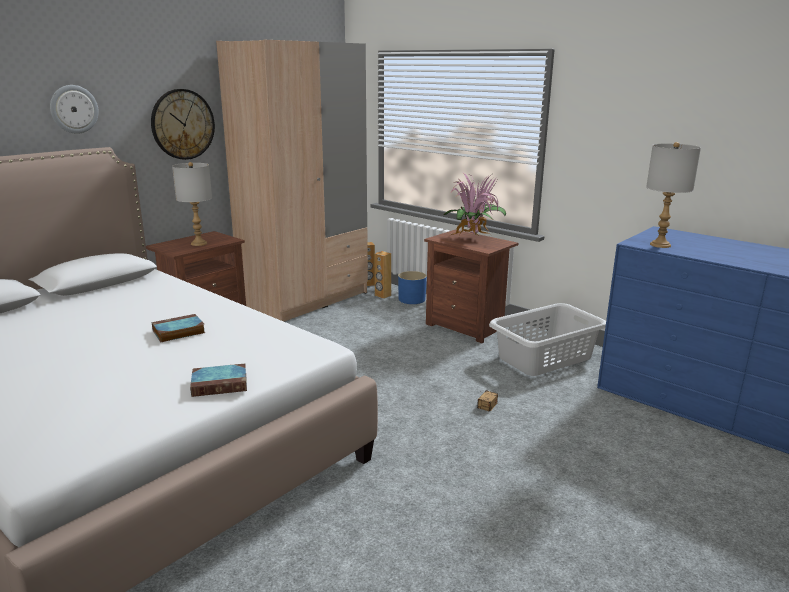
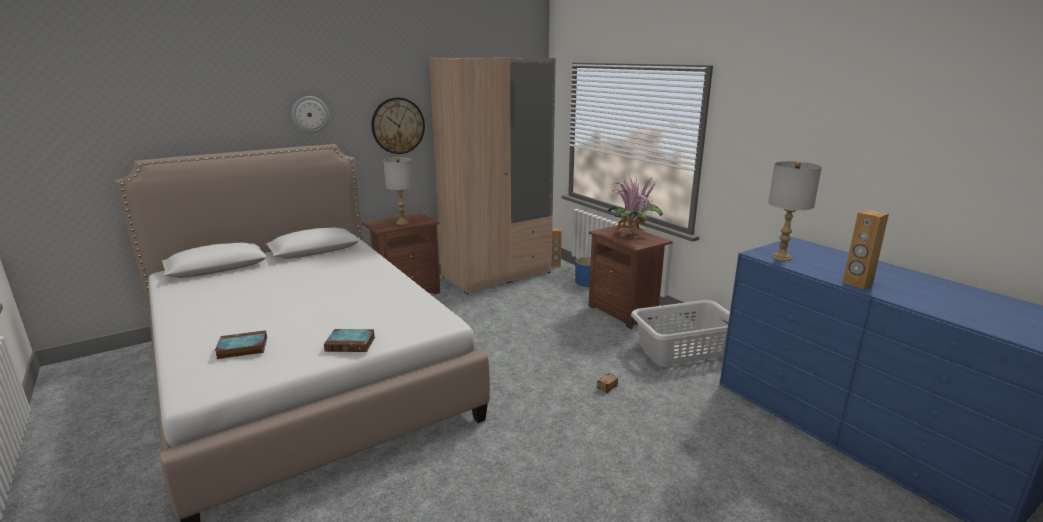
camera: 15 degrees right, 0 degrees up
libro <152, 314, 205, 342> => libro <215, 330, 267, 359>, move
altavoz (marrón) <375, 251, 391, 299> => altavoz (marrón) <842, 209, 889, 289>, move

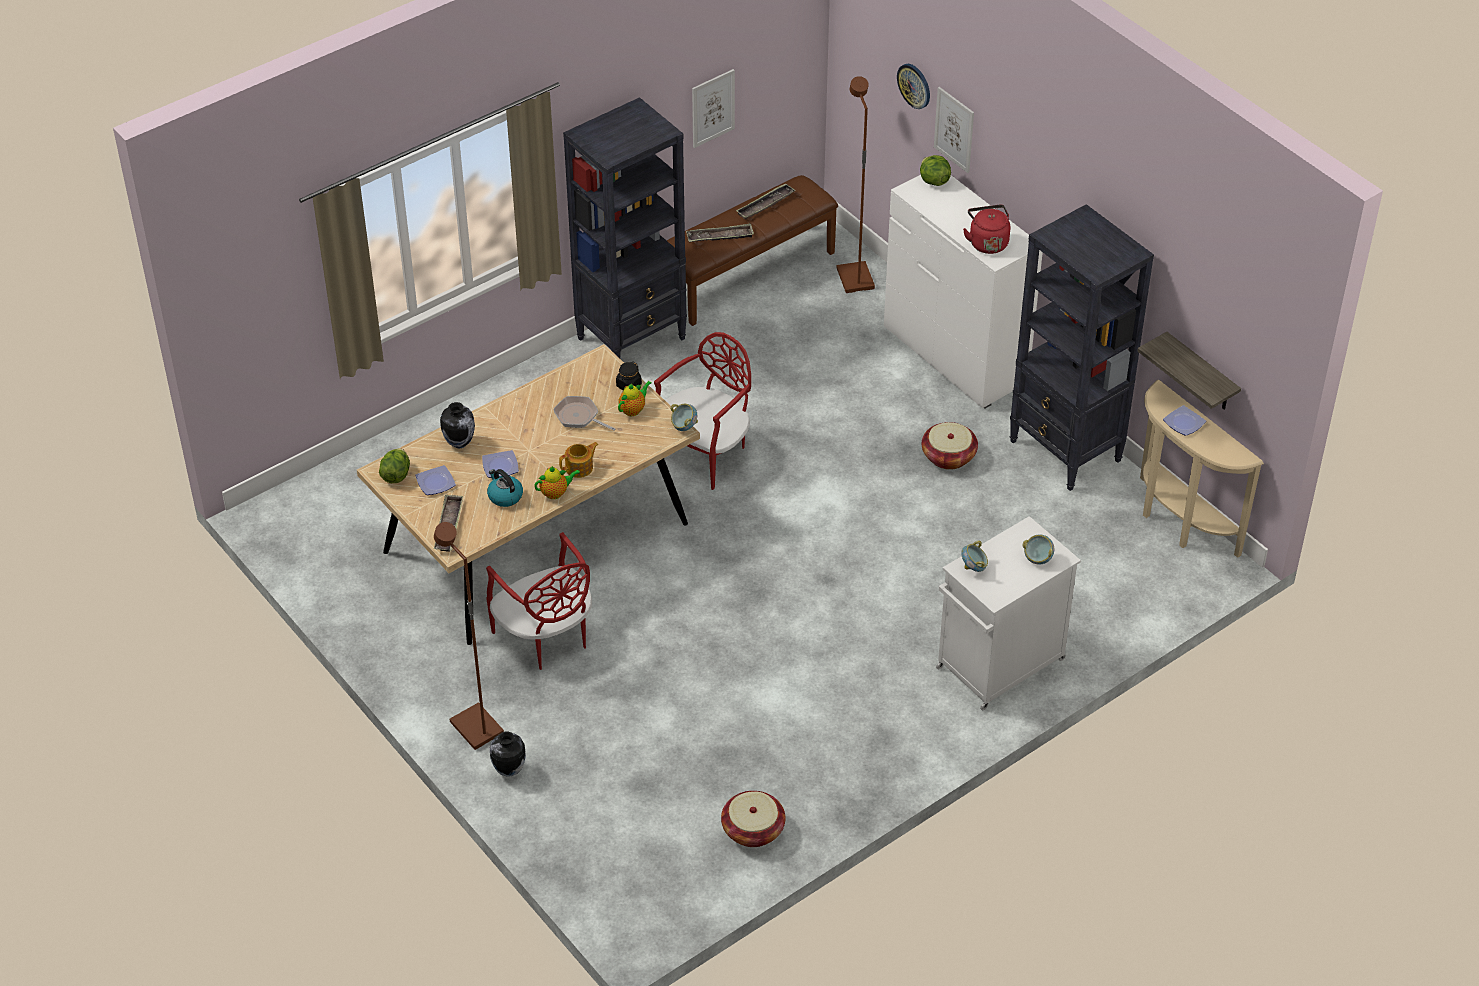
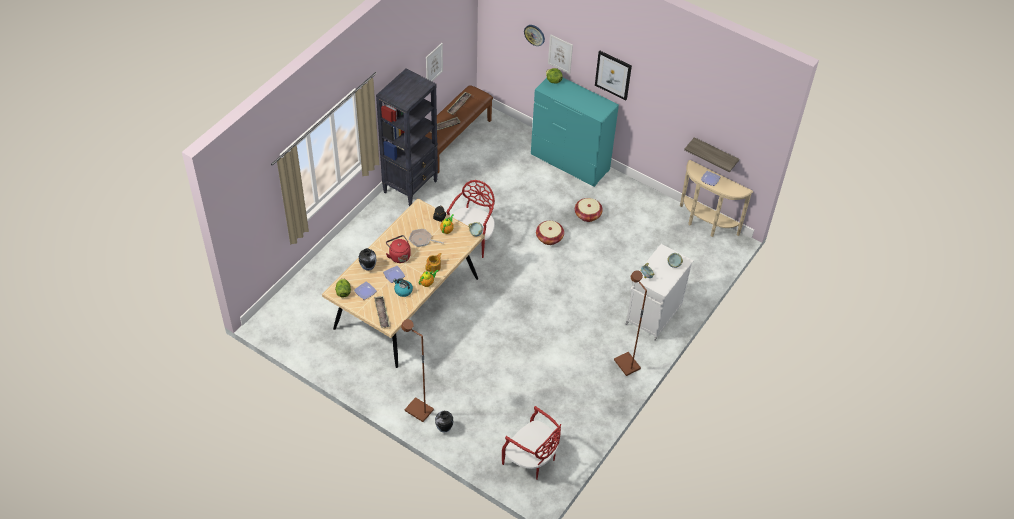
camera: 20 degrees left, 5 degrees up
silla (rojo) <486, 532, 592, 670> => silla (rojo) <502, 406, 562, 479>, move
cesta <721, 791, 786, 847> => cesta <536, 221, 564, 245>, move
lámpara de pie (marrón) <837, 76, 875, 293> => lámpara de pie (marrón) <614, 270, 647, 376>, move
cómoda (blanco) <884, 175, 1043, 409> => cómoda (turquesa) <531, 78, 619, 187>
hervidor (rojo) <963, 205, 1010, 254> => hervidor (rojo) <386, 235, 411, 263>, move
estantería (negro) <1010, 204, 1154, 491> => nothing
nothing => cuadro <595, 51, 632, 100>

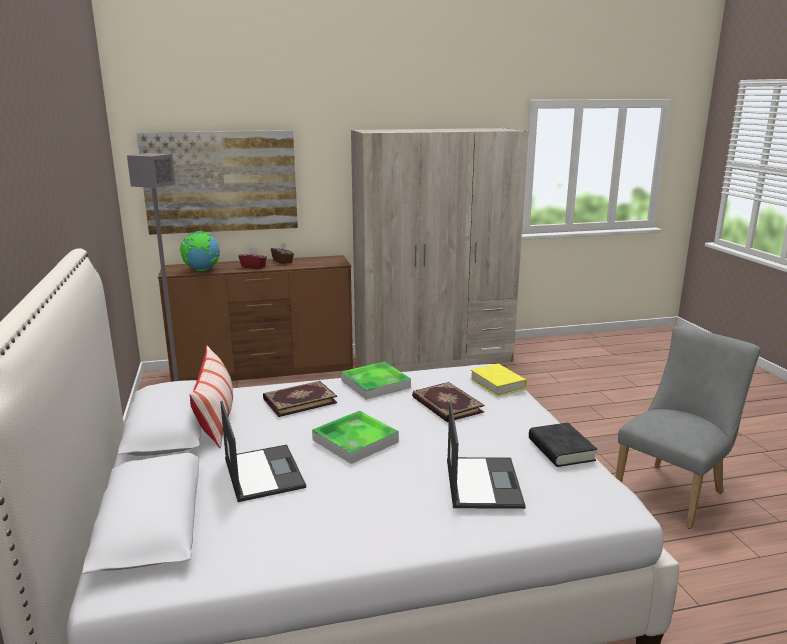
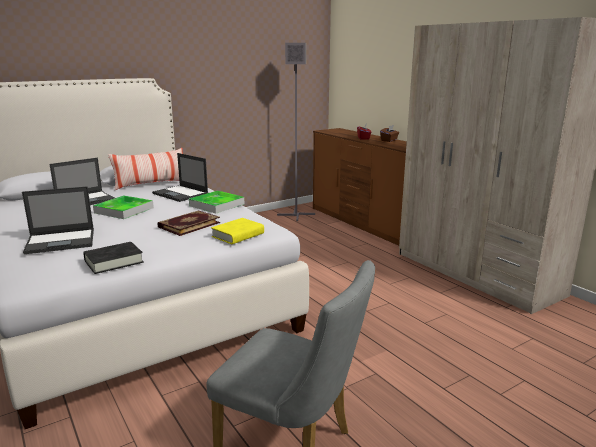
camera: 70 degrees right, 0 degrees up
cuadro <136, 130, 298, 235> => nothing
globo terráqueo <180, 231, 220, 271> => nothing
libro <263, 381, 337, 417> => portátil <152, 153, 208, 202>

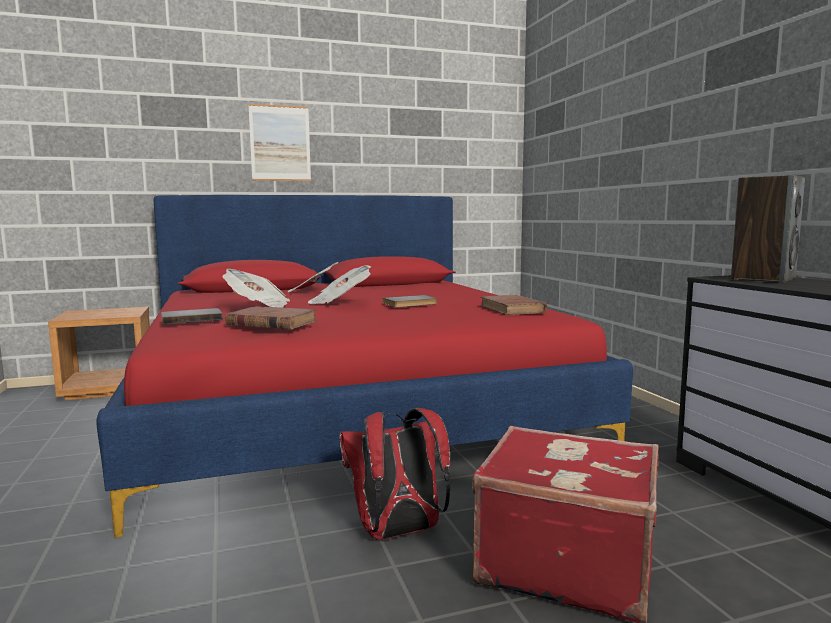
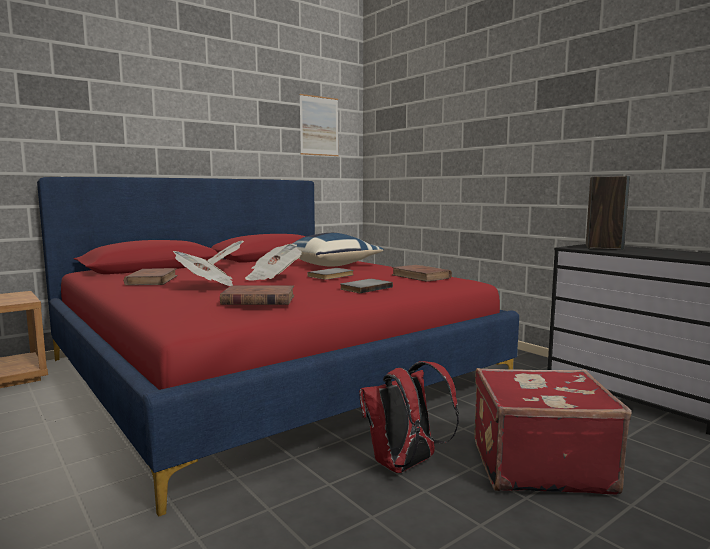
camera: 20 degrees left, 0 degrees up
libro (gris) <161, 308, 223, 324> => libro (gris) <340, 279, 393, 293>, move
cuadro <248, 104, 311, 181> => cuadro <299, 94, 338, 156>, move
nothing => libro (marrón) <124, 268, 178, 285>
nothing => cojín (azul) <292, 233, 383, 267>

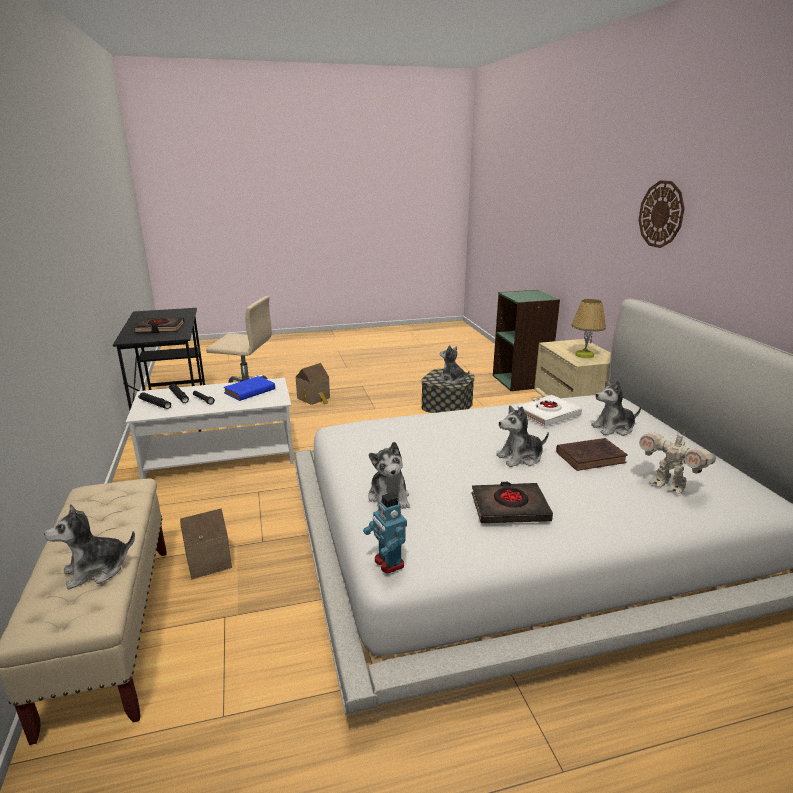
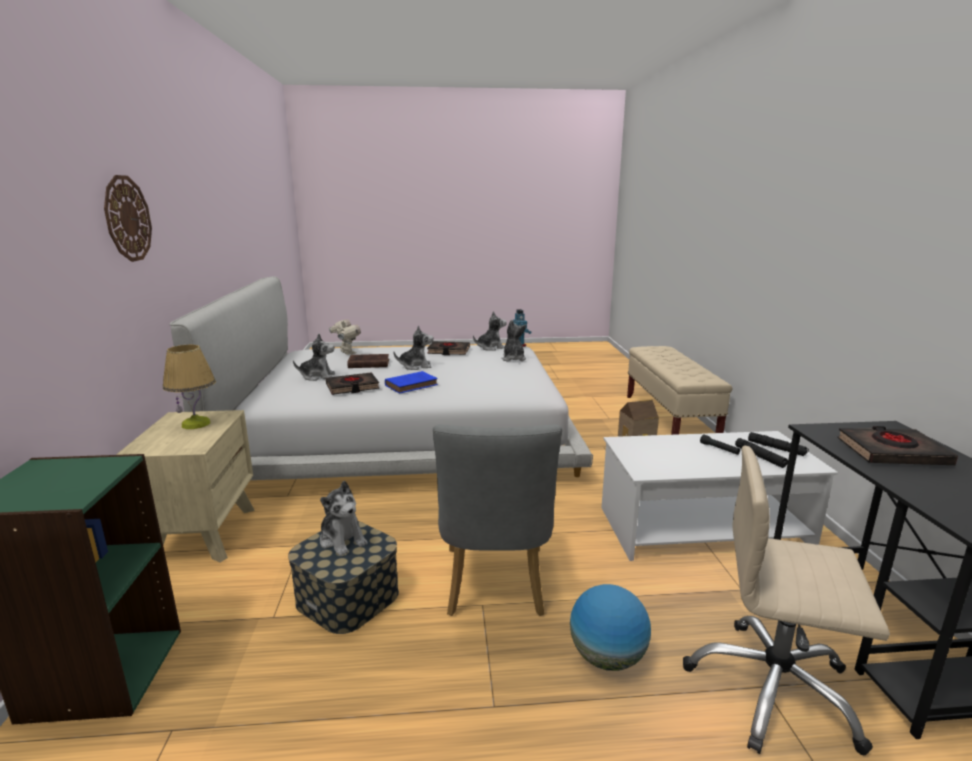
camera: 170 degrees left, 5 degrees down
peluche <44, 504, 135, 589> => peluche <473, 311, 507, 351>, move
libro (azul) <223, 376, 275, 401> => libro (azul) <385, 371, 438, 394>, move
casita <296, 363, 330, 405> => globo terráqueo <570, 584, 651, 671>
libro (blanco) <517, 395, 582, 427> => libro (negro) <326, 372, 380, 395>
nothing => silla (gris) <433, 425, 562, 616>

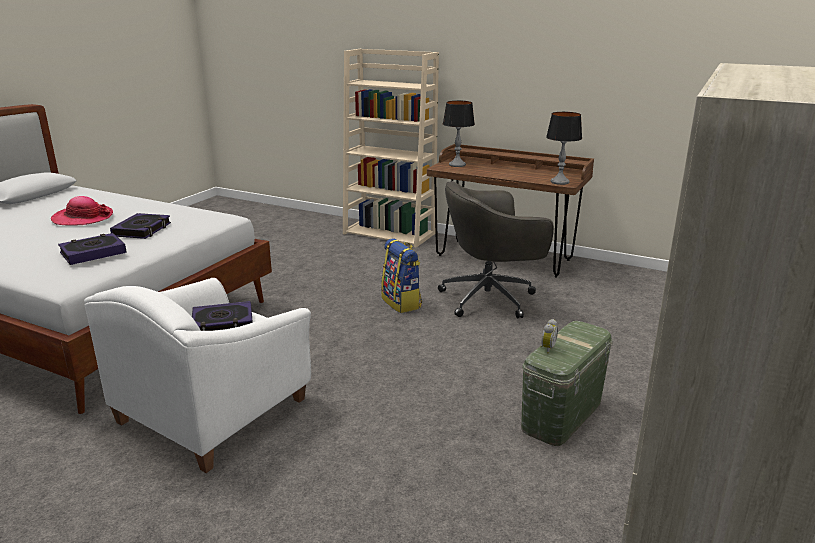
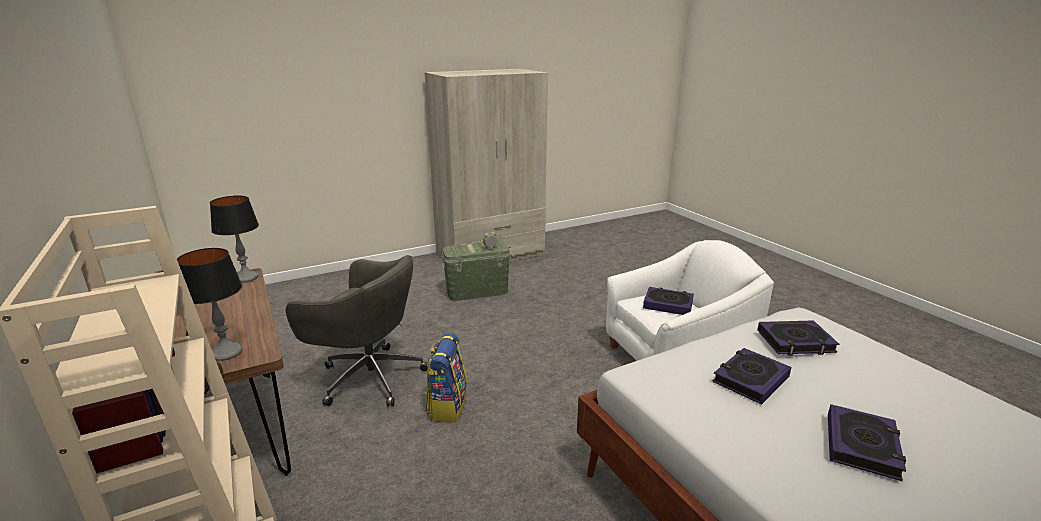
camera: 145 degrees left, 0 degrees up
sombrero <51, 196, 113, 226> => libro <828, 404, 906, 481>

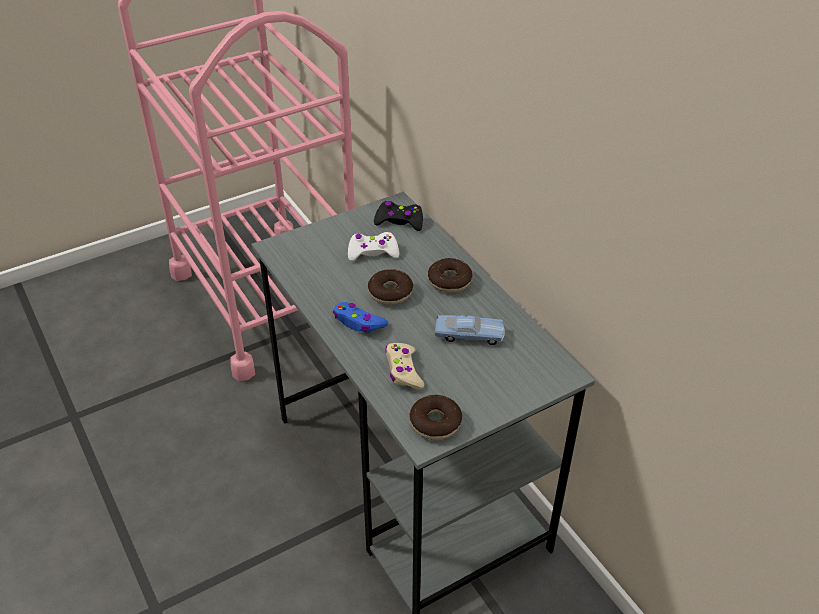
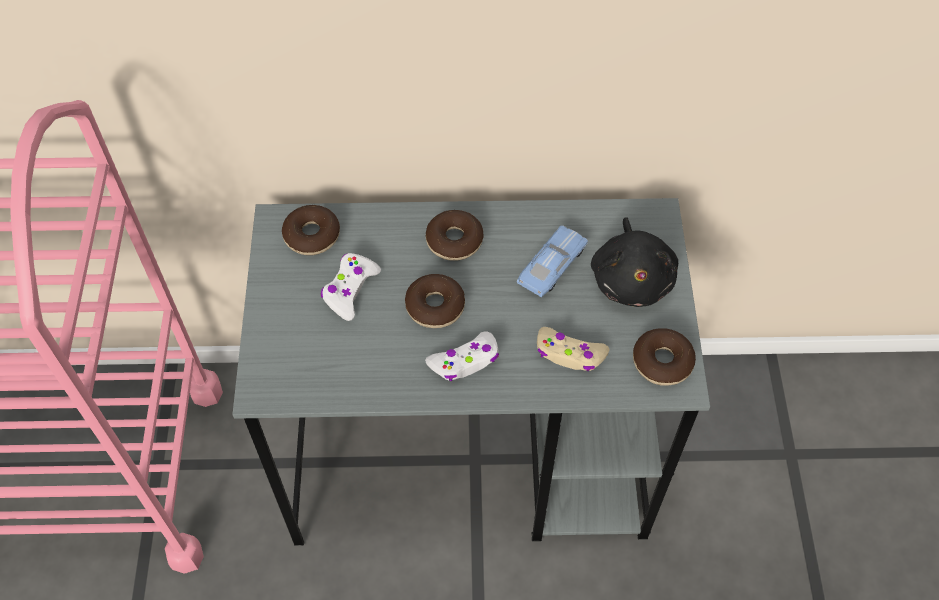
camera: 60 degrees left, 15 degrees up
mando de consola (azul) <333, 302, 388, 333> => mando de consola (blanco) <425, 331, 499, 381>
mando de consola (negro) <374, 201, 423, 231> => rosquilla <282, 205, 340, 255>
nothing => peluche (negro) <591, 217, 678, 307>

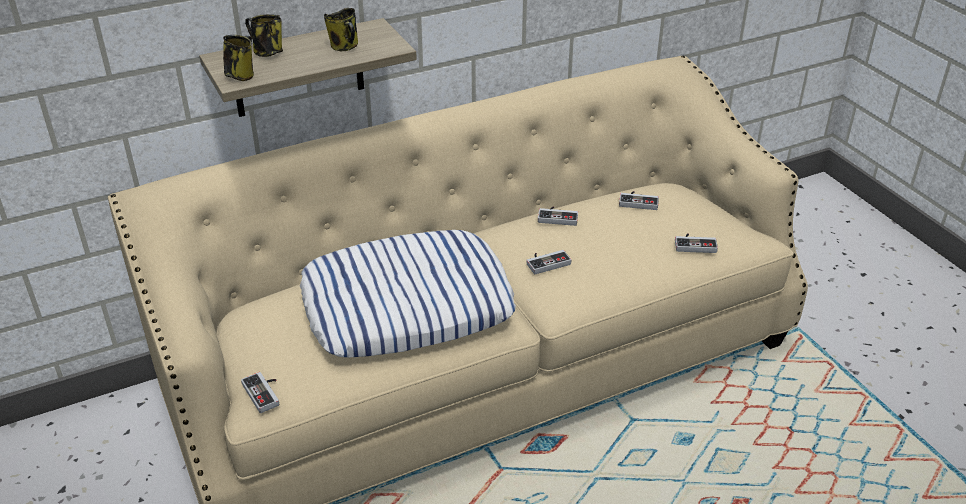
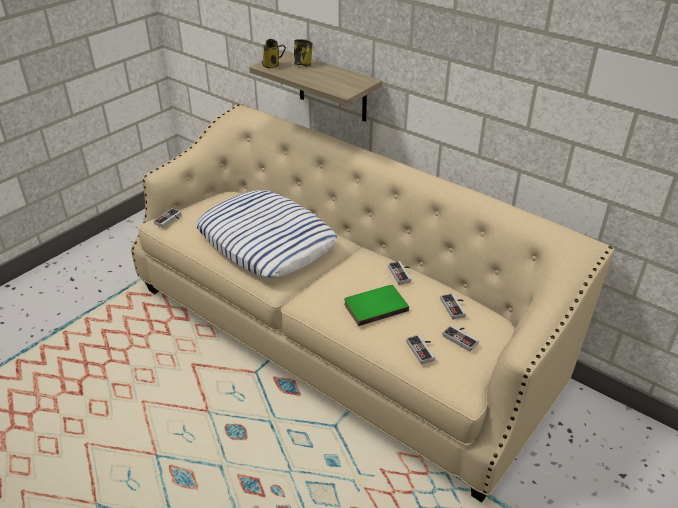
camera: 65 degrees right, 0 degrees up
taza grande <324, 8, 358, 51> => nothing
mando de consola <526, 250, 571, 275> => mando de consola <442, 325, 479, 352>, move
nothing => libro (verde) <344, 285, 409, 326>

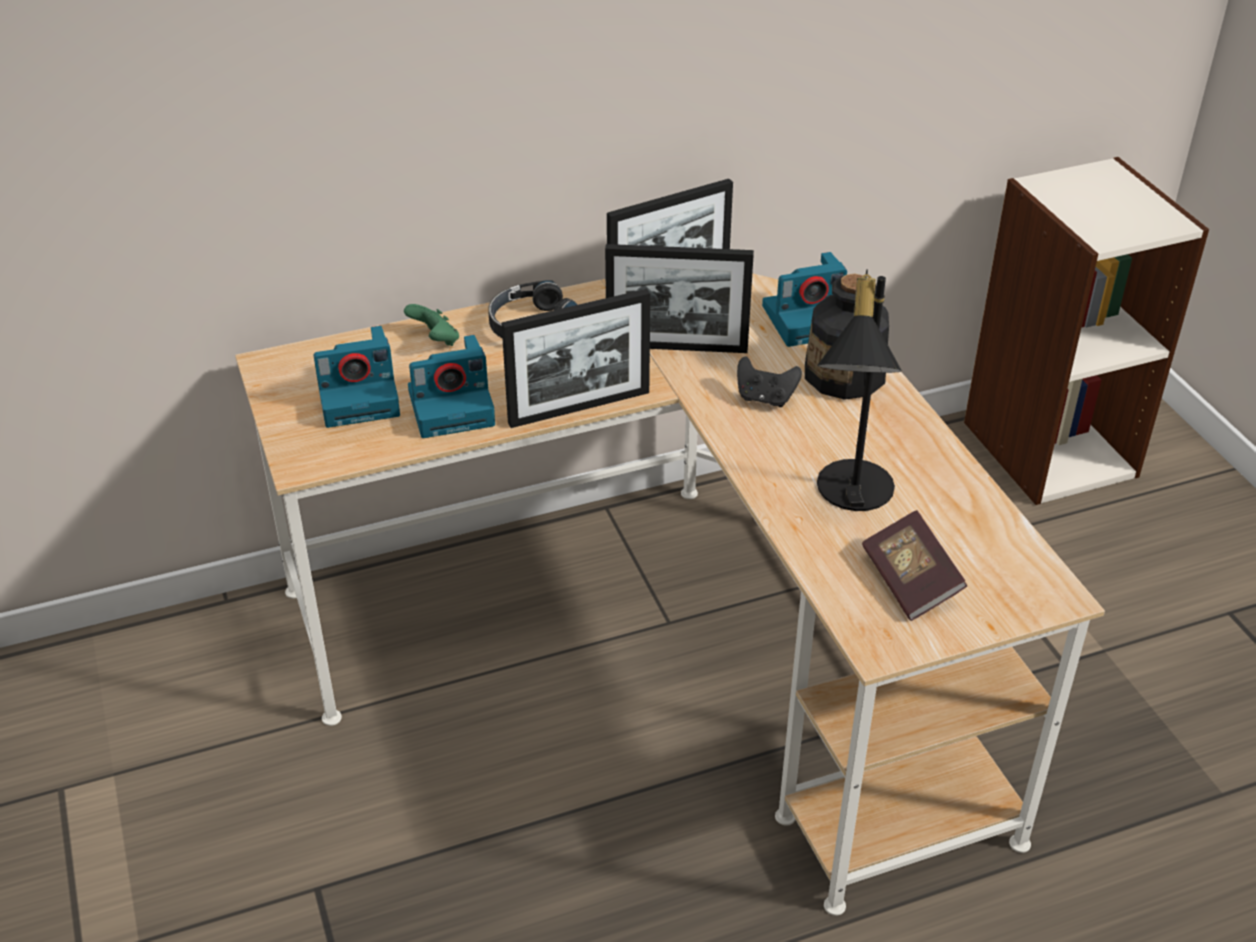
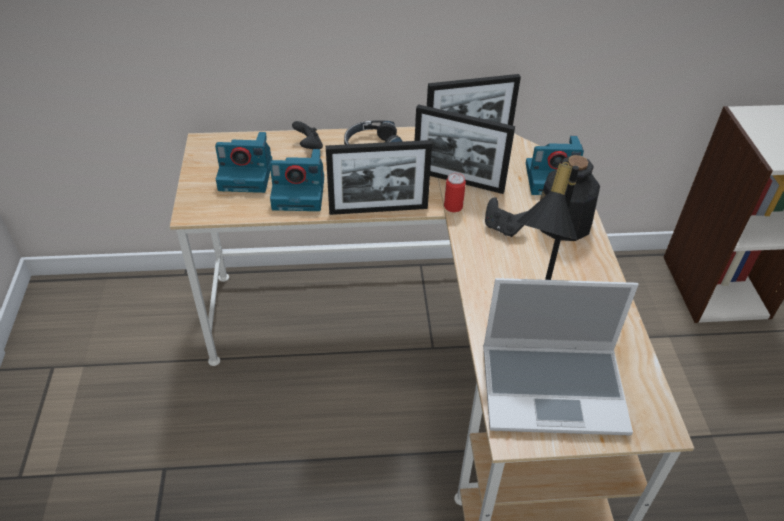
camera: 15 degrees right, 5 degrees up
mando de consola (verde) <404, 304, 459, 346> => mando de consola (negro) <292, 121, 323, 149>
libro <862, 510, 967, 621> => portátil <483, 278, 639, 435>
nothing => lata <444, 173, 466, 212>

